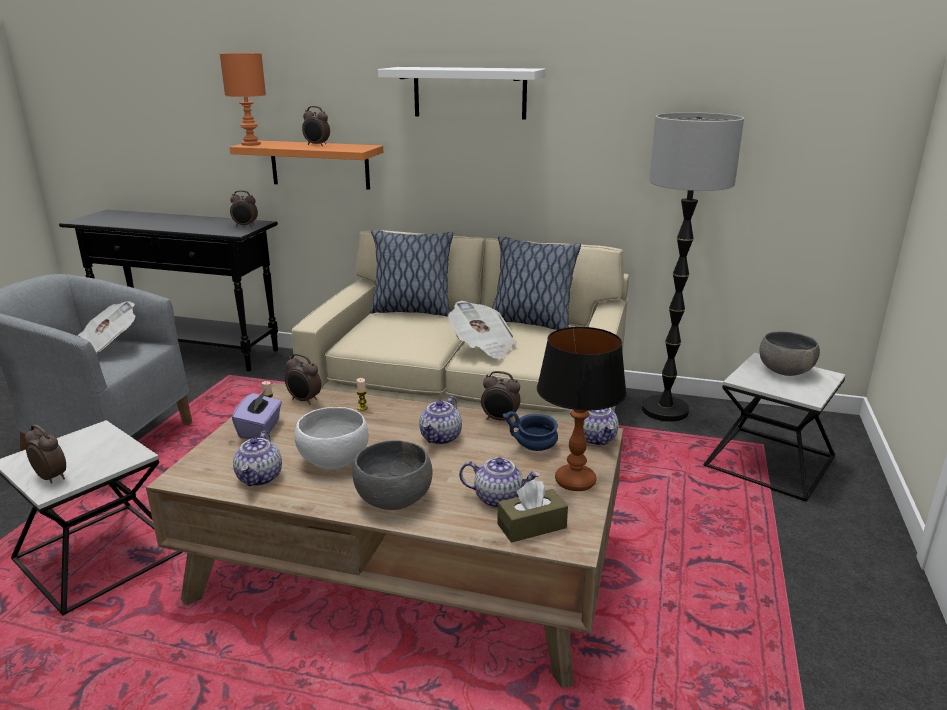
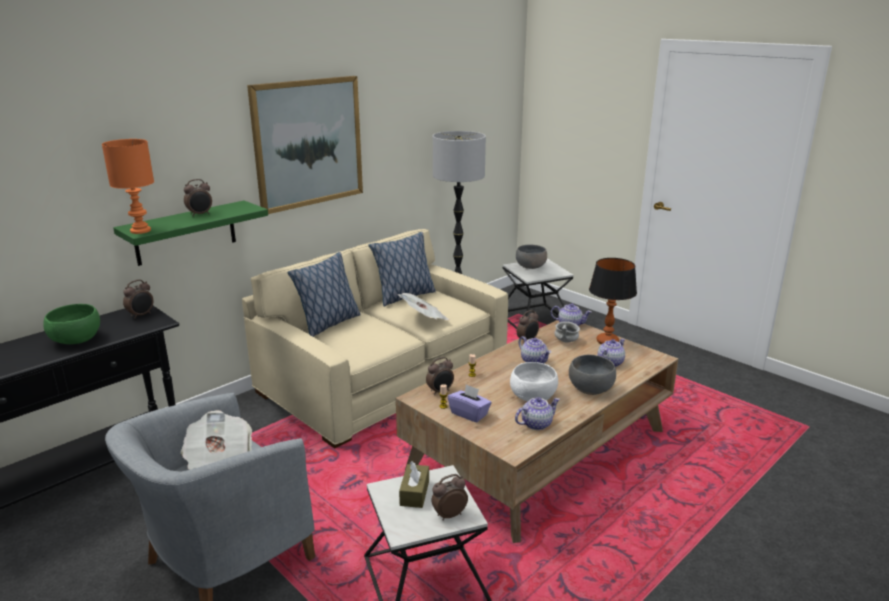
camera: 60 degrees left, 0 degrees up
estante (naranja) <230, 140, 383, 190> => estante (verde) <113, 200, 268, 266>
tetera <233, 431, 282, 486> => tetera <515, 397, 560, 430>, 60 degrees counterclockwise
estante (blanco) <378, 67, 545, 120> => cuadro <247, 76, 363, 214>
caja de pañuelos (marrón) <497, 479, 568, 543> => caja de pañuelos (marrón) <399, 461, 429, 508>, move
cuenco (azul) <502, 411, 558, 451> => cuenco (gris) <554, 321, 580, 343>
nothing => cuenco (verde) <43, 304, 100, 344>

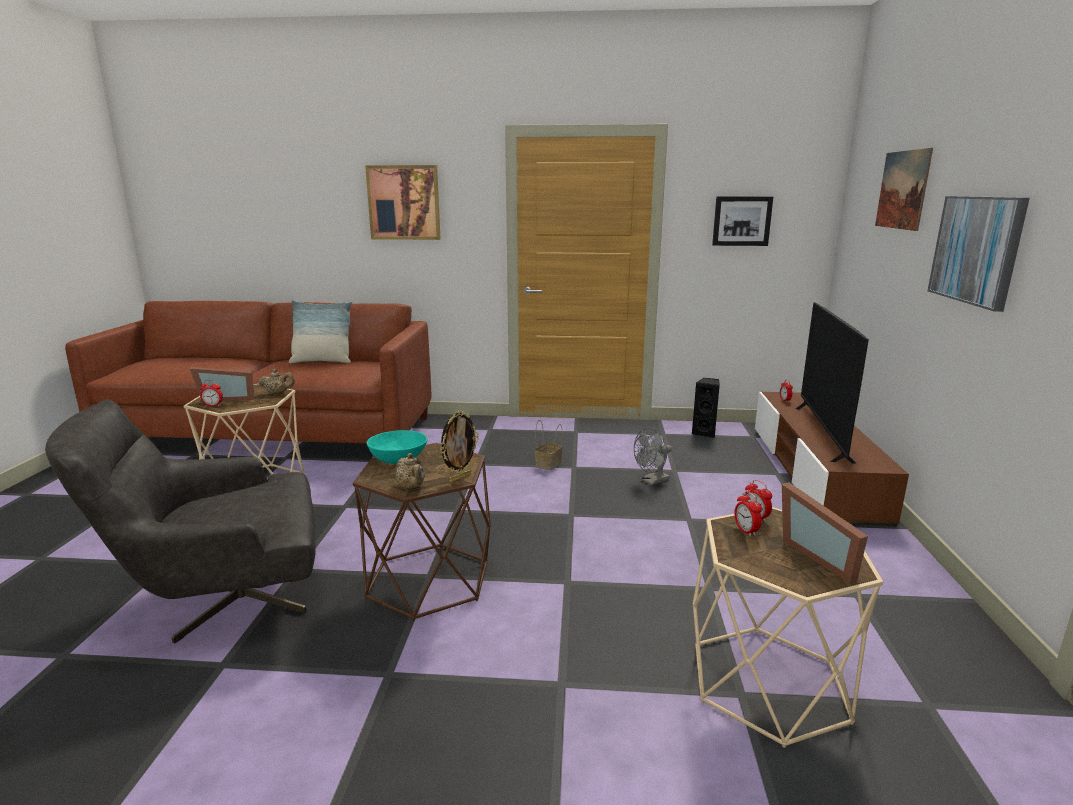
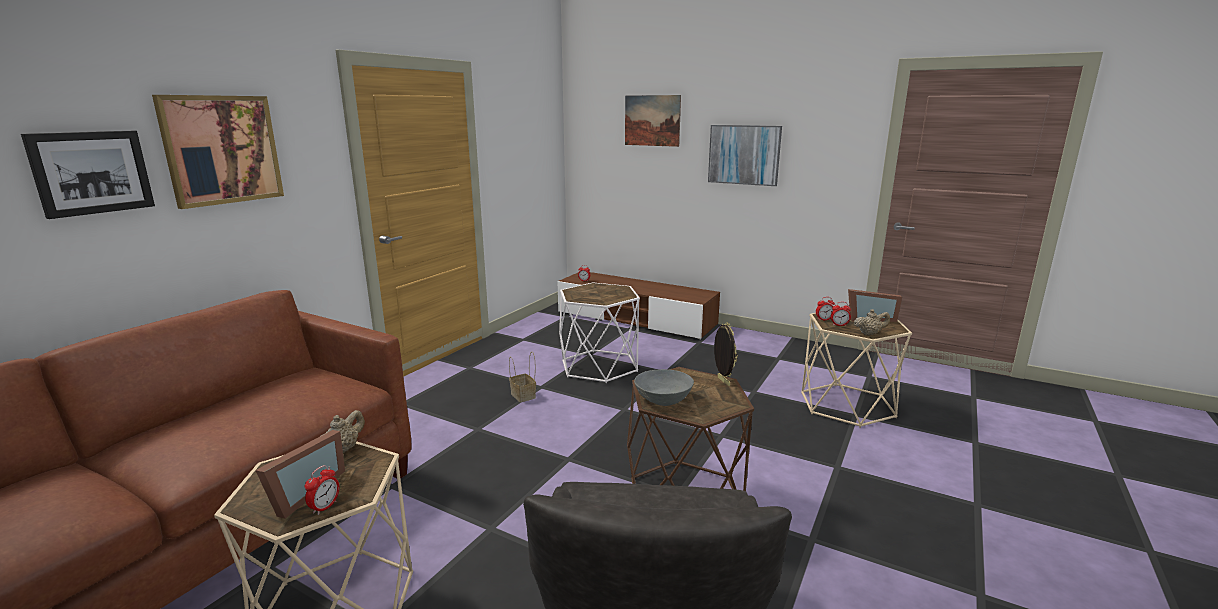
camera: 65 degrees left, 0 degrees up
cojín <289, 300, 352, 363> => nothing
cuenco (turquesa) <367, 430, 427, 464> => cuenco (gris) <634, 369, 694, 406>
tetera (beis) <395, 453, 425, 490> => tetera (beis) <854, 309, 890, 335>, move
ventilador (gris) <634, 428, 672, 486> => mesa auxiliar (blanco) <559, 282, 640, 383>
altavoz (negro) <692, 378, 720, 438> => nothing
cuadro <712, 196, 773, 246> => cuadro <21, 131, 155, 219>, move
televisor <795, 302, 869, 464> => nothing

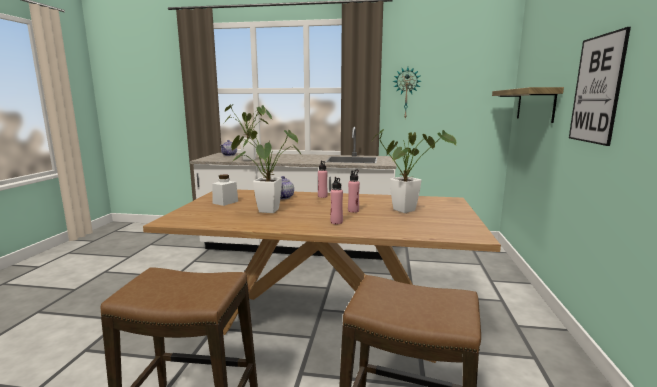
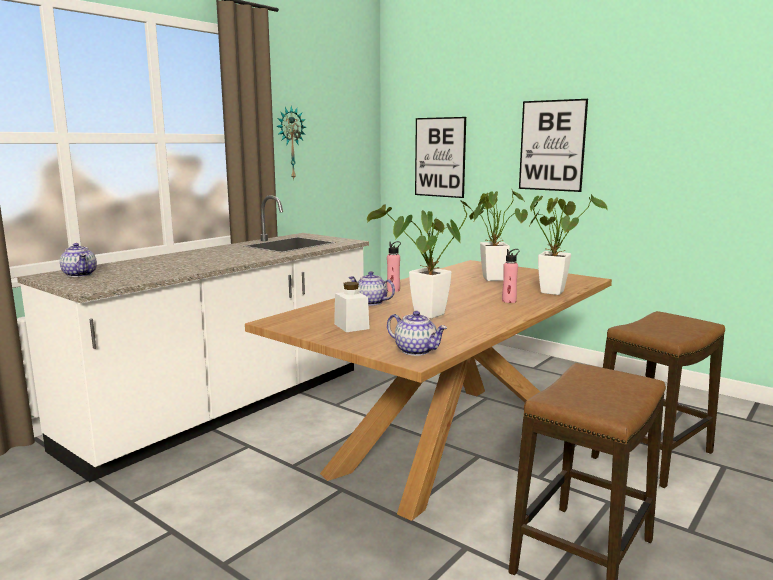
camera: 60 degrees left, 0 degrees up
planta en maceta <225, 104, 272, 160> => planta en maceta <528, 194, 608, 295>, move
botella (rosa) <348, 169, 360, 213> => nothing
estante <492, 87, 564, 123> => cuadro <415, 117, 466, 198>
nothing => tetera <387, 311, 447, 356>

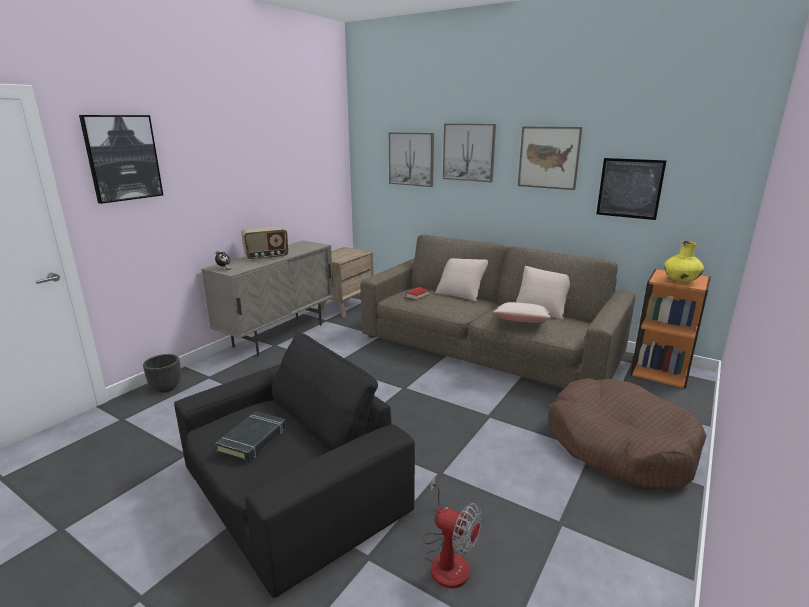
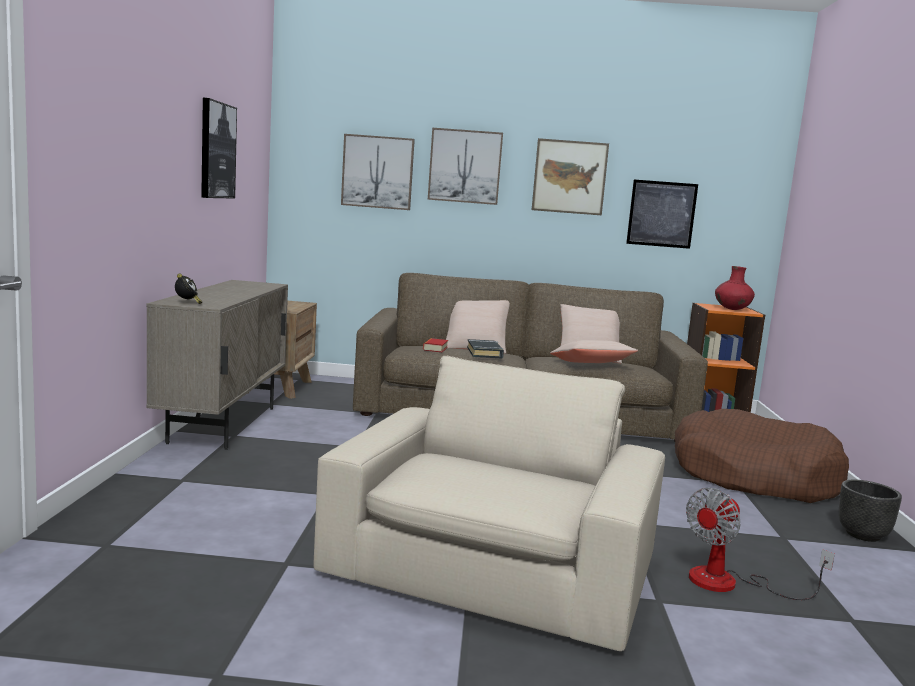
camera: 30 degrees left, 10 degrees down
cuadro <79, 115, 163, 204> => cuadro <201, 98, 237, 199>, move
maceta (negro) <143, 354, 181, 393> => maceta (negro) <839, 479, 902, 542>, move
sillón (negro) <174, 333, 415, 598> => sillón (beis) <313, 356, 665, 651>
libro (negro) <215, 411, 286, 462> => libro (negro) <467, 339, 504, 358>, move
radio <241, 226, 288, 261> => nothing
ventilador <423, 476, 482, 588> => ventilador <686, 488, 835, 600>, 135 degrees clockwise
florero (amarillo) <664, 241, 704, 282> => florero (rojo) <715, 266, 755, 310>

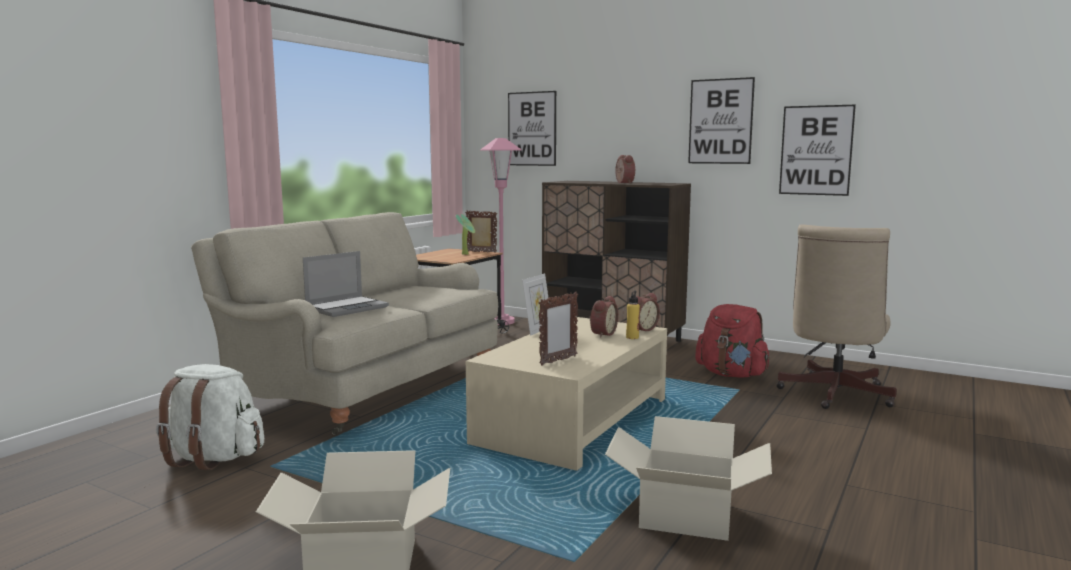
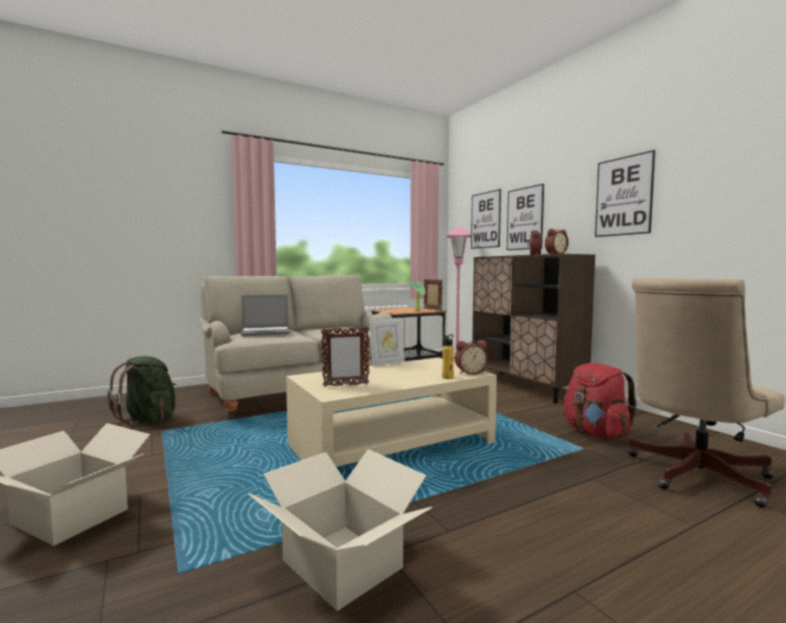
camera: 30 degrees right, 5 degrees down
mochila (blanco) <156, 364, 264, 470> => mochila (verde) <107, 356, 177, 426>
despertador <590, 296, 618, 338> => despertador <545, 229, 569, 254>, move
cuadro <779, 105, 856, 196> => cuadro <507, 184, 544, 250>, move

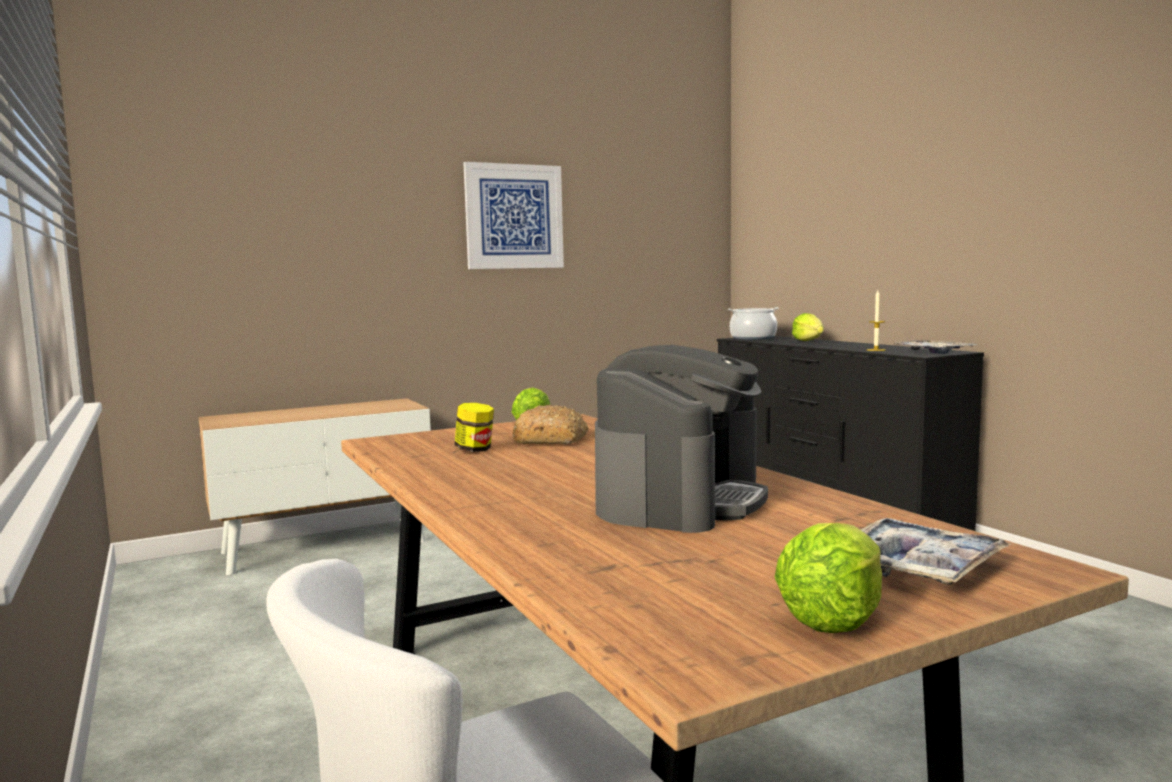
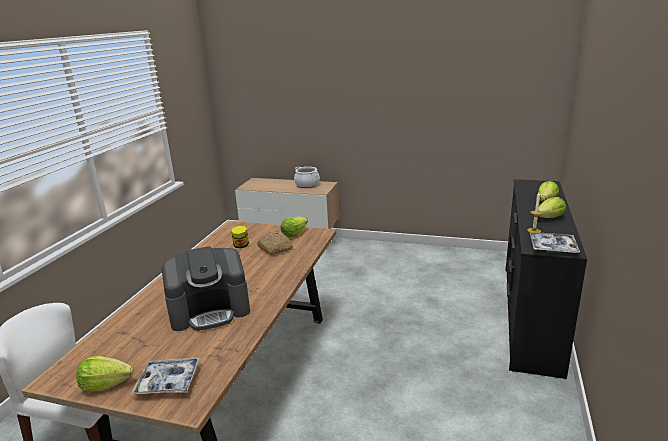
camera: 45 degrees right, 15 degrees up
cuadro <463, 162, 564, 269> => nothing
olla <728, 307, 779, 340> => olla <294, 167, 320, 188>, move
nothing => lechuga <538, 197, 566, 218>

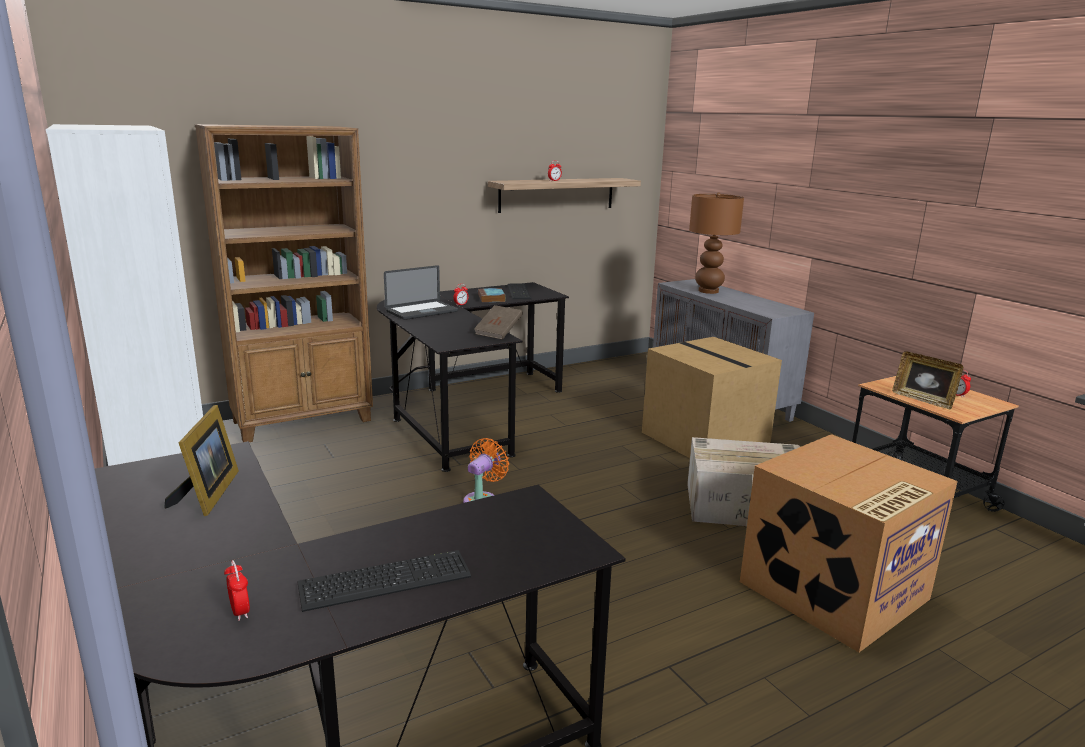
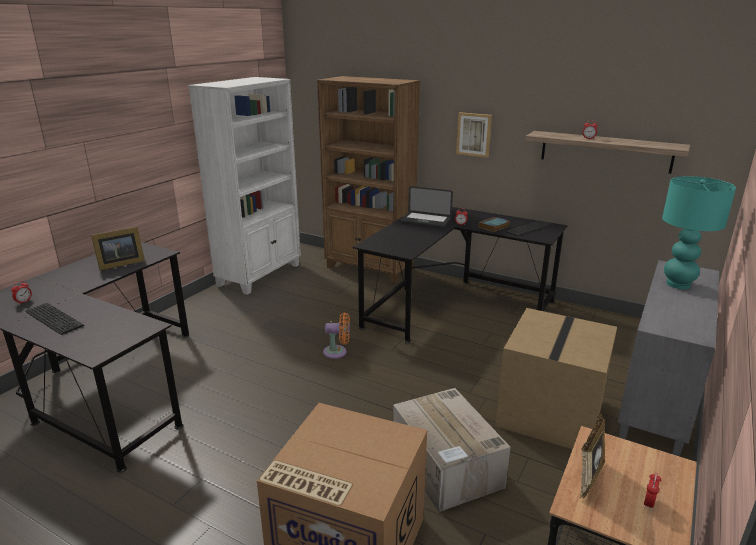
camera: 60 degrees right, 5 degrees up
libro (marrón) <474, 305, 523, 340> => nothing
lámpara de mesa (marrón) <689, 192, 744, 294> => lámpara de mesa (turquesa) <662, 176, 736, 289>
nothing => cuadro <456, 112, 492, 158>

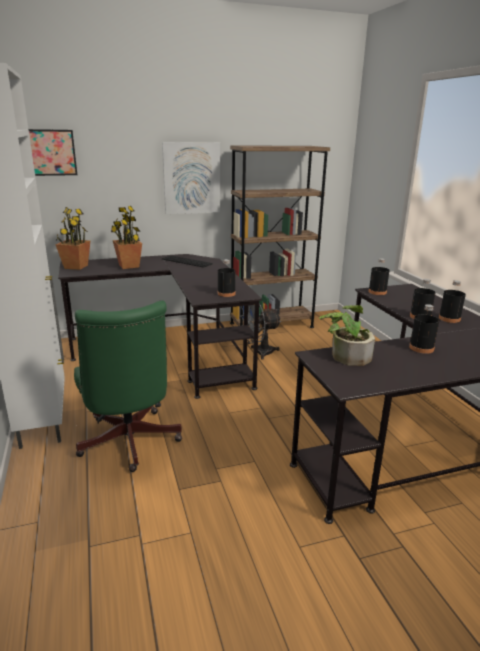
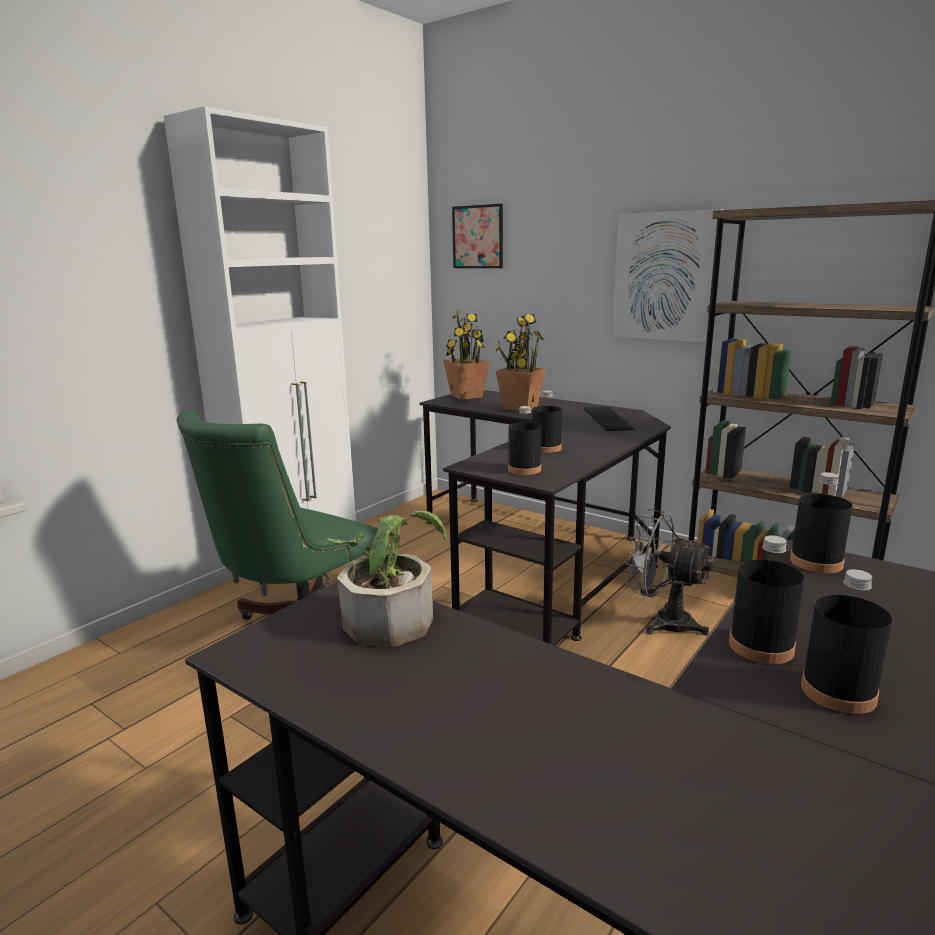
camera: 55 degrees right, 5 degrees down
botella (negro) <409, 304, 439, 354> => botella (negro) <532, 391, 562, 453>, move

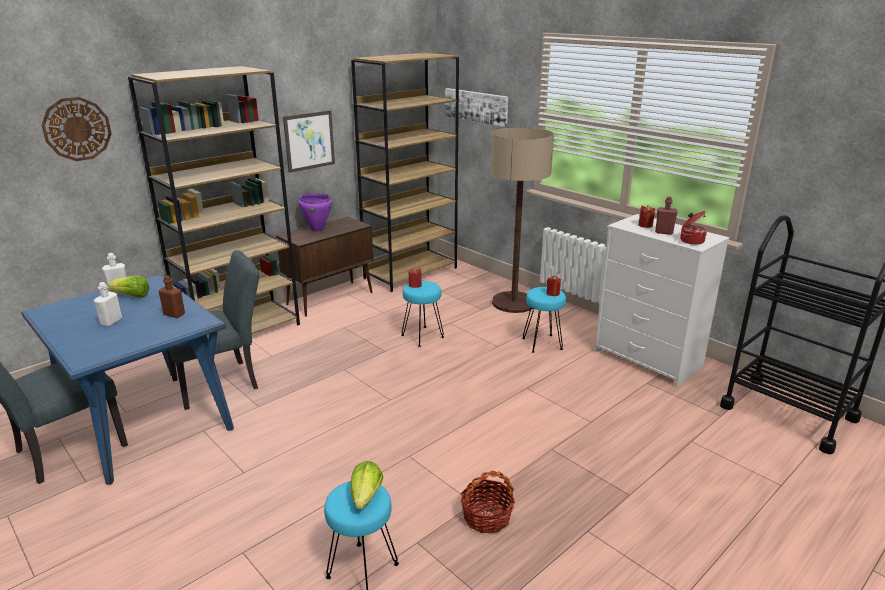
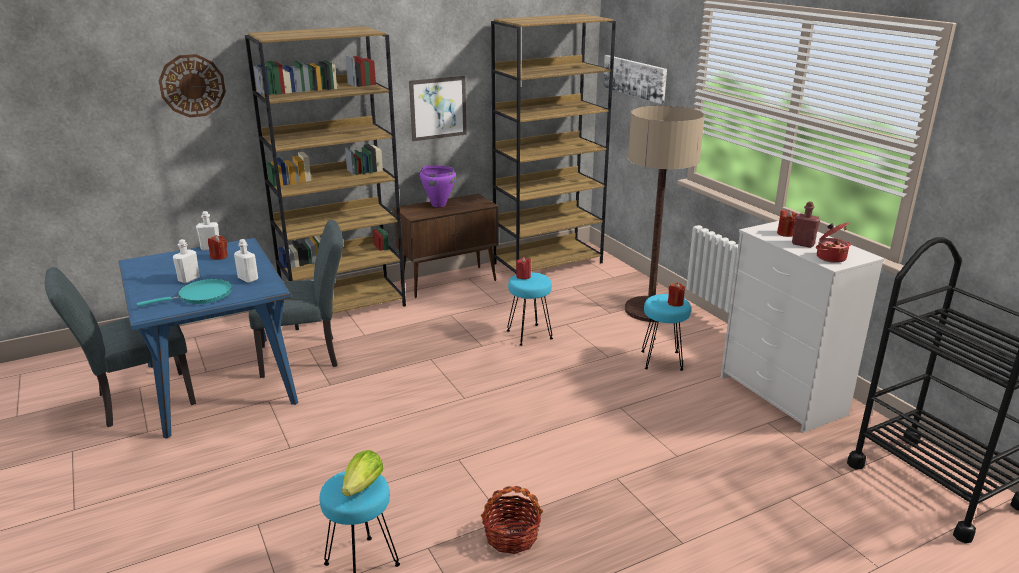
camera: 15 degrees right, 0 degrees up
lechuga <108, 276, 149, 298> => vela (rojo) <208, 235, 228, 260>
botella (marrón) <159, 275, 185, 318> => botella (blanco) <234, 239, 258, 283>
nothing => sartén (turquesa) <137, 279, 232, 307>

